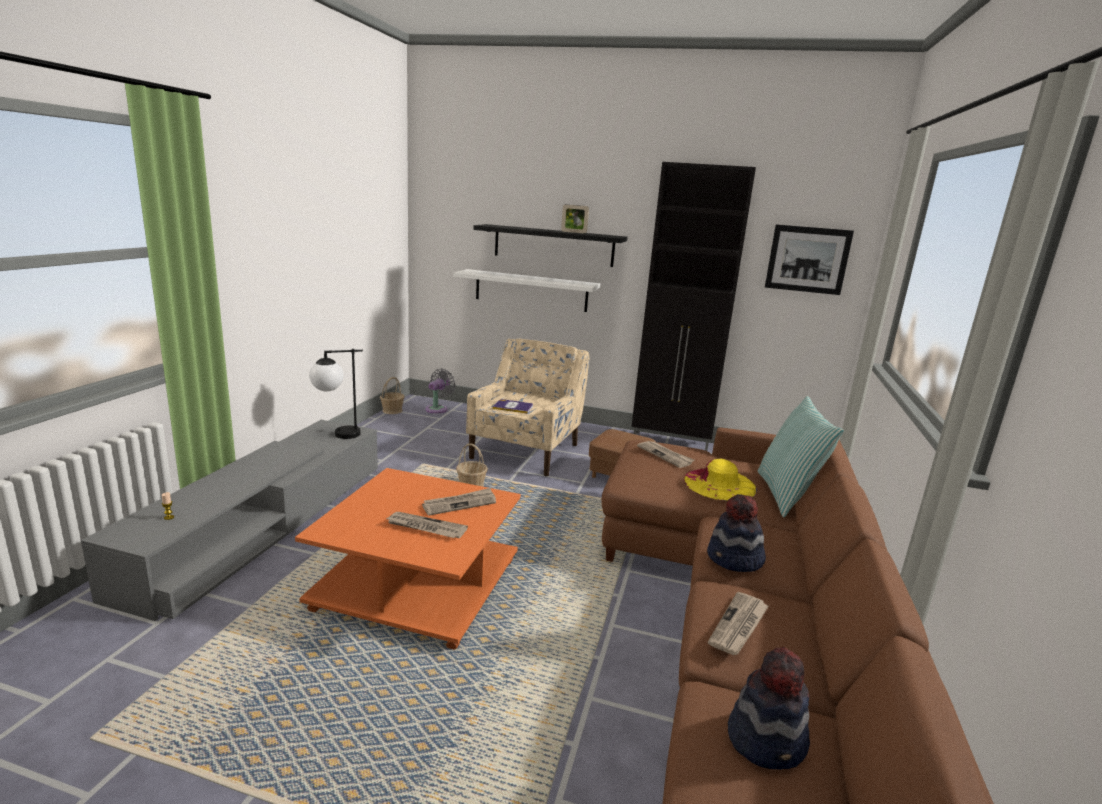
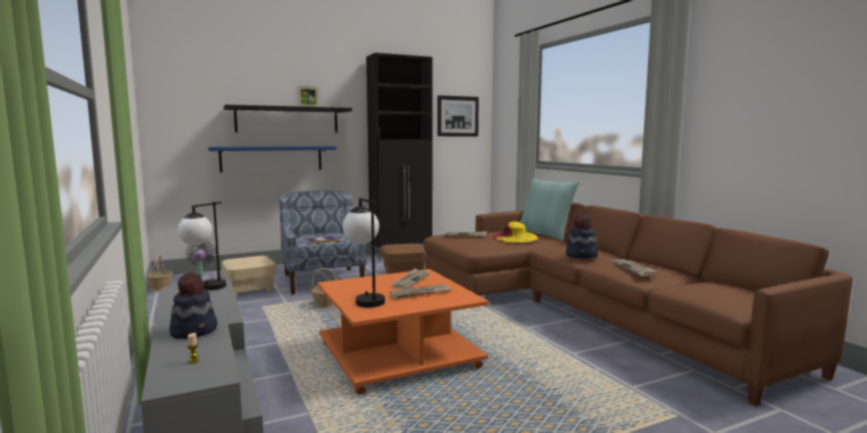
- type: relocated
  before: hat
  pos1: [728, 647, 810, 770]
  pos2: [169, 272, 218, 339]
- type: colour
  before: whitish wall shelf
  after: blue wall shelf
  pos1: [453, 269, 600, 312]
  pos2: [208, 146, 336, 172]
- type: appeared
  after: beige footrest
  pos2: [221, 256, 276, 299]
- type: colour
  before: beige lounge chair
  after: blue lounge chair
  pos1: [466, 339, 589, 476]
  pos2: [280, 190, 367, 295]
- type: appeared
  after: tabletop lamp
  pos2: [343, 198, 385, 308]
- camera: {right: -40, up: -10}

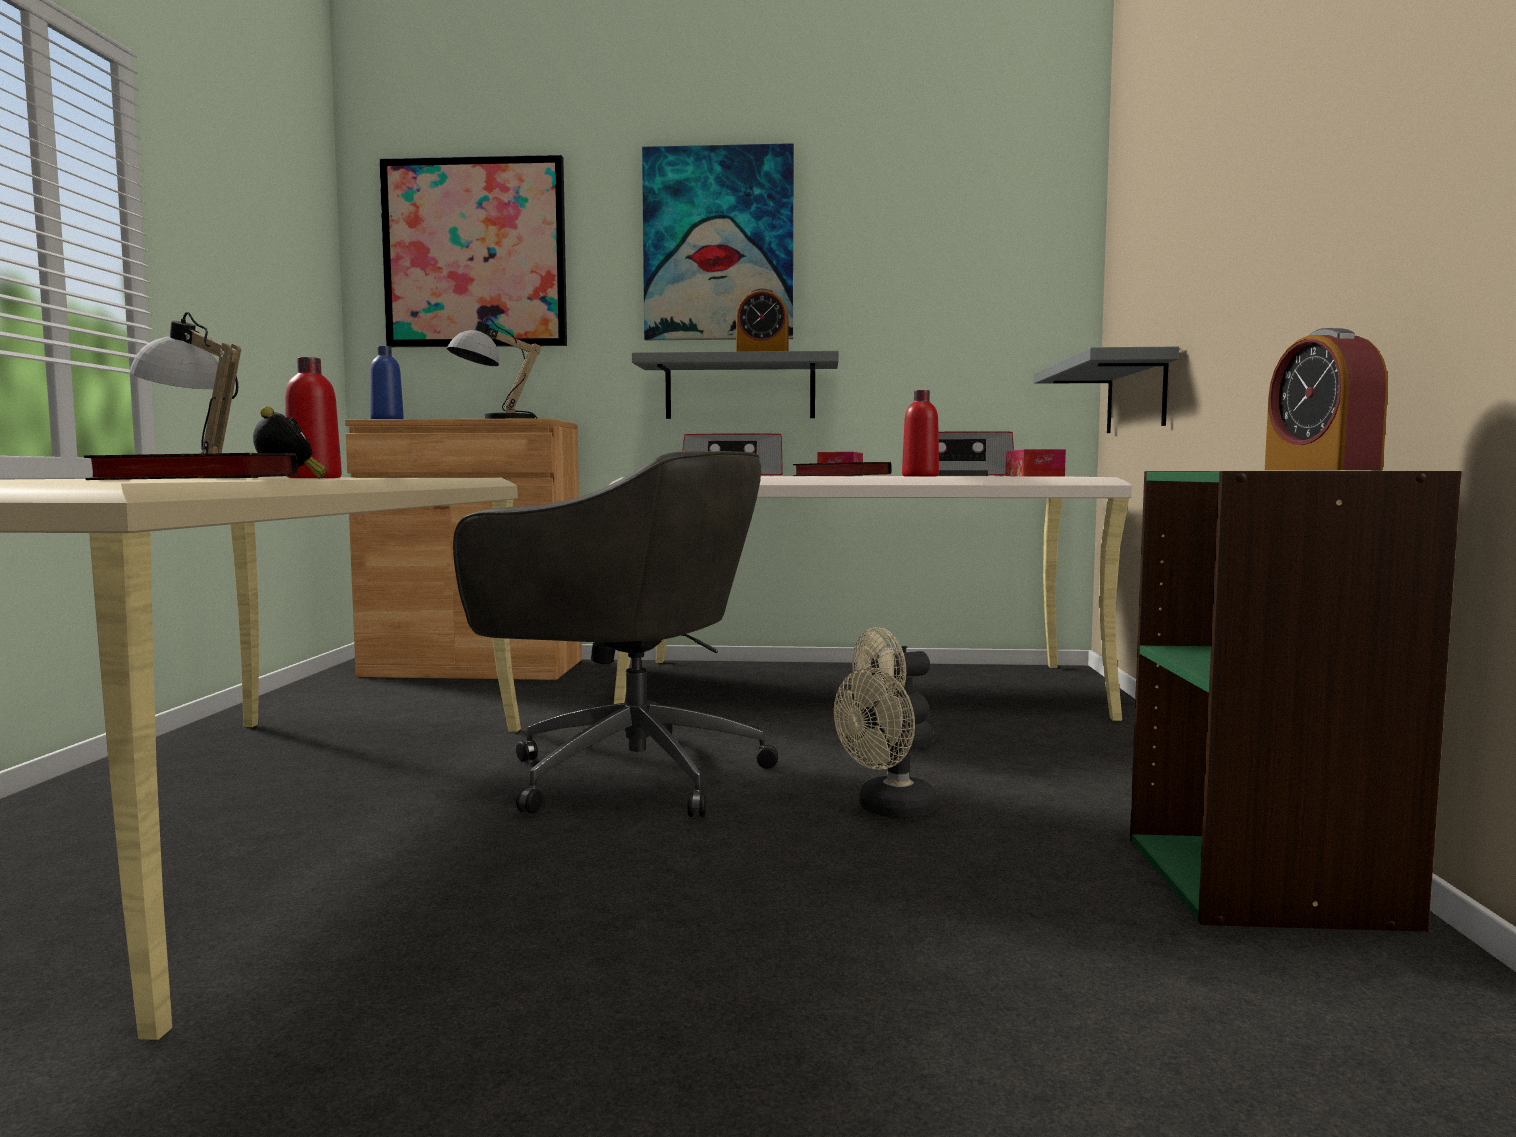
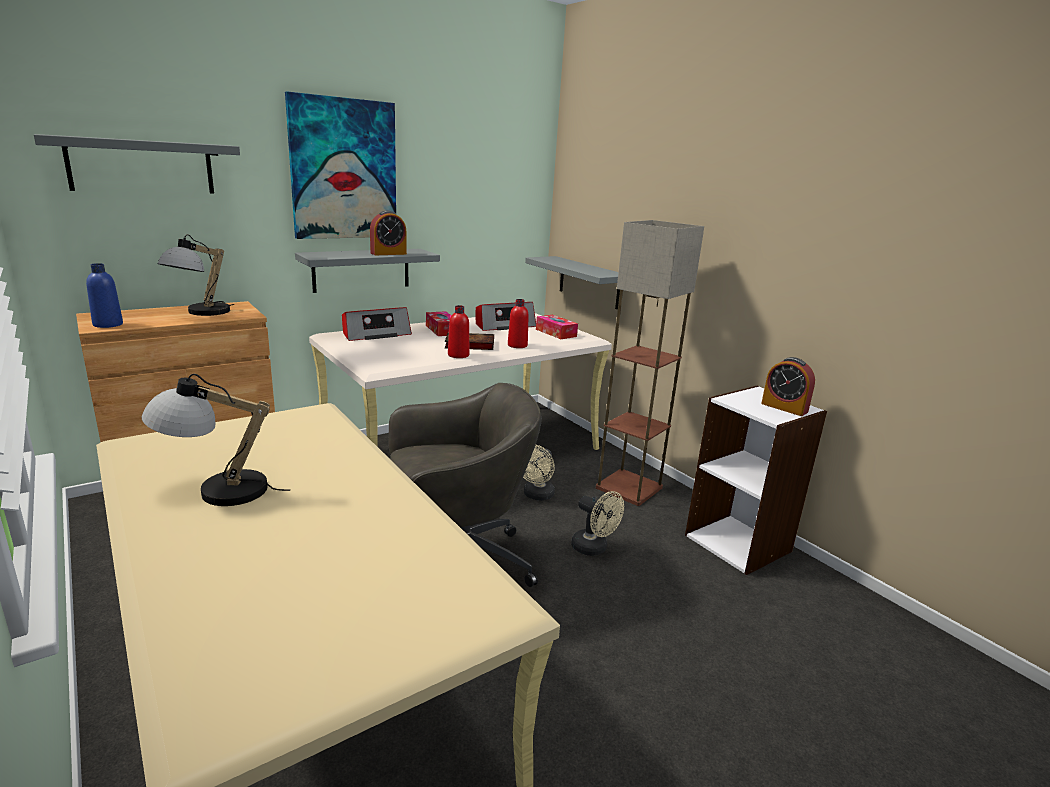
- type: exchanged
  before: picture
  after: gray wall shelf
  pos1: [379, 155, 567, 347]
  pos2: [34, 134, 240, 193]
- type: relocated
  before: red-coloured bottle
  pos1: [285, 357, 342, 478]
  pos2: [448, 305, 469, 358]
- type: spun
  before: beige electric fan
  pos1: [834, 667, 937, 819]
  pos2: [571, 491, 624, 556]
  turn: -60
- type: appeared
  after: standard lamp
  pos2: [596, 220, 704, 506]
- type: colour
  before: green-coloured shelving unit
  after: whitish shelving unit
  pos1: [1130, 471, 1461, 932]
  pos2: [685, 386, 827, 575]
- type: missing
  before: book
  pos1: [83, 453, 298, 480]
- type: missing
  before: table clock
  pos1: [253, 406, 327, 479]
- camera: {right: -40, up: 15}

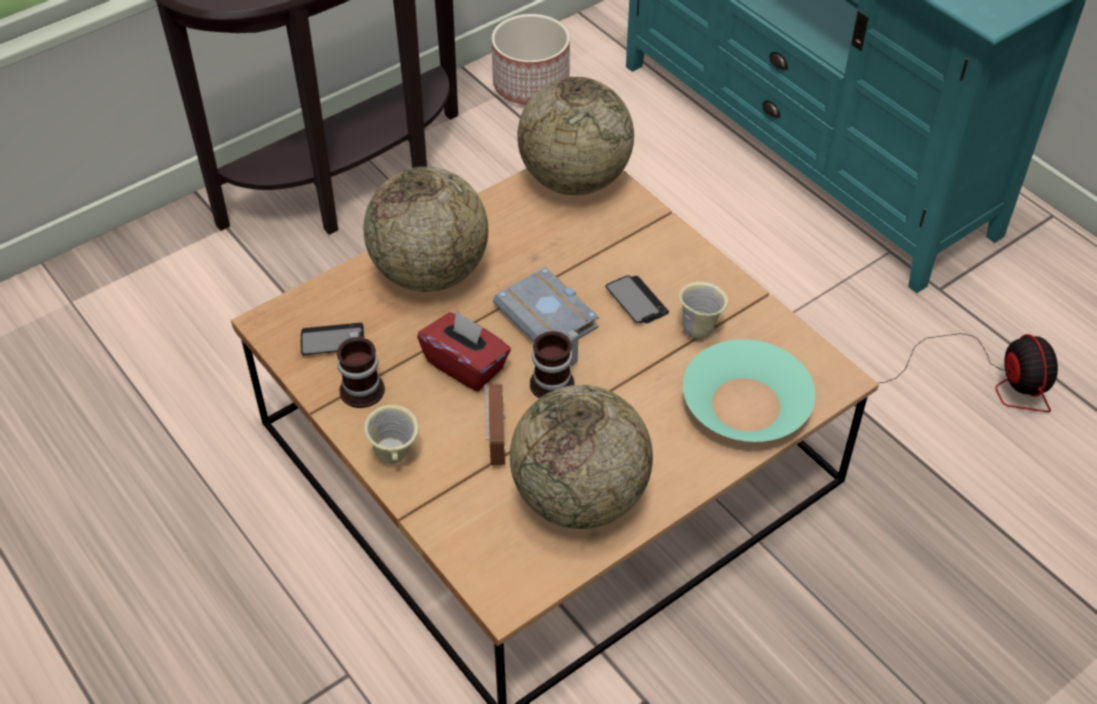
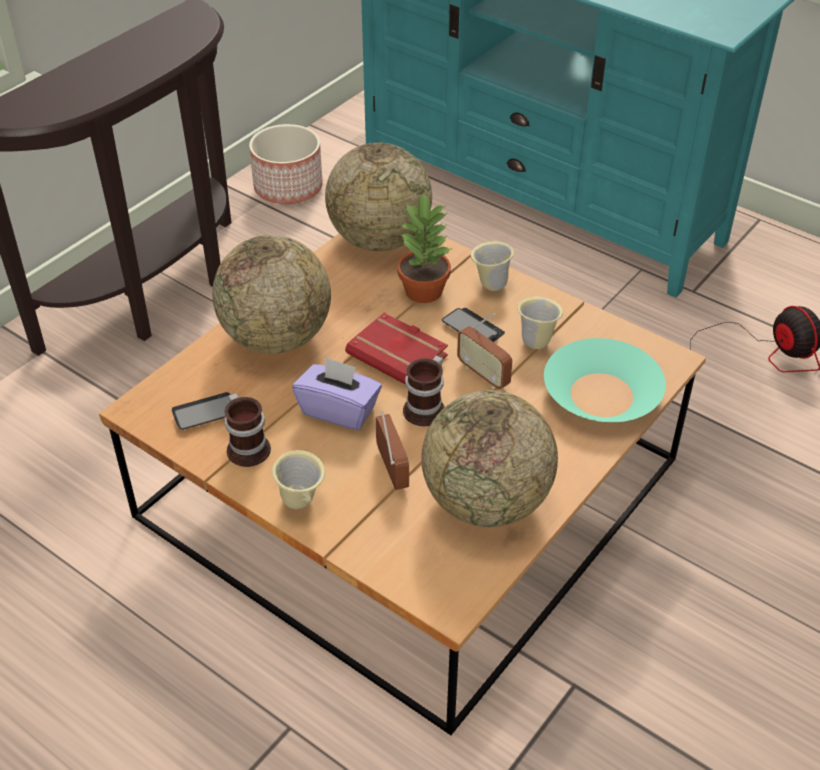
- type: colour
  before: red-coloured tissue box
  after: purple tissue box
  pos1: [417, 310, 511, 392]
  pos2: [293, 357, 382, 430]
- type: colour
  before: gray book
  after: red-coloured book
  pos1: [493, 267, 599, 342]
  pos2: [345, 313, 448, 384]
- type: appeared
  after: houseplant
  pos2: [397, 193, 453, 303]
- type: appeared
  after: radio set
  pos2: [457, 313, 512, 389]
- type: appeared
  after: beige mug
  pos2: [471, 241, 514, 291]
- camera: {right: -15, up: -5}

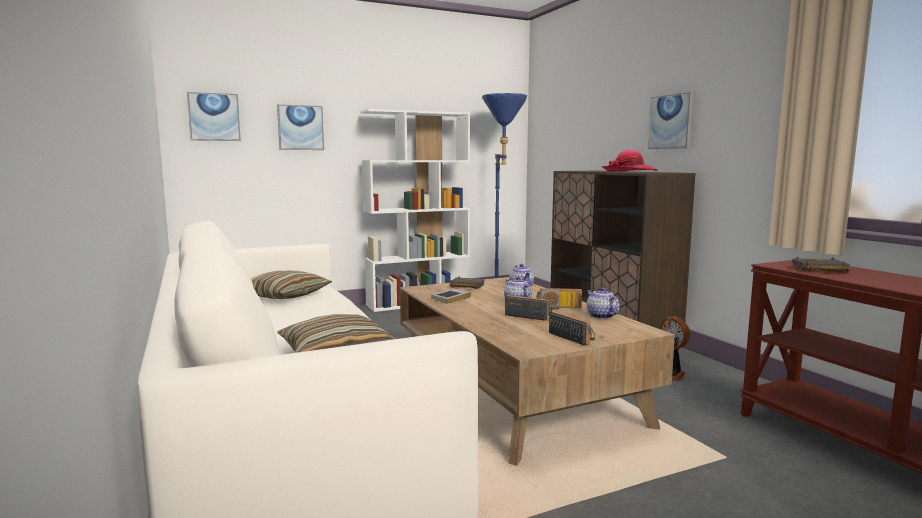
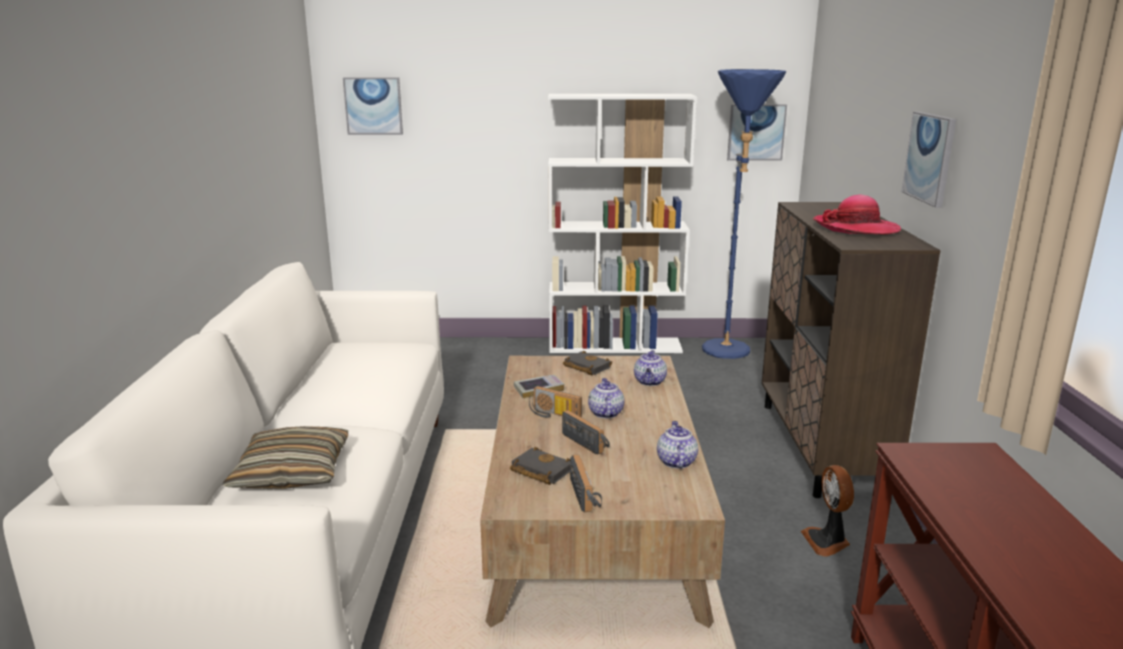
- type: relocated
  before: blackish book
  pos1: [792, 257, 850, 273]
  pos2: [510, 447, 570, 485]
- type: relocated
  before: radio set
  pos1: [537, 288, 582, 310]
  pos2: [529, 386, 582, 418]
- type: relocated
  before: picture
  pos1: [277, 104, 324, 150]
  pos2: [727, 104, 787, 161]
- type: missing
  before: throw pillow
  pos1: [251, 271, 332, 299]
- camera: {right: 25, up: 10}

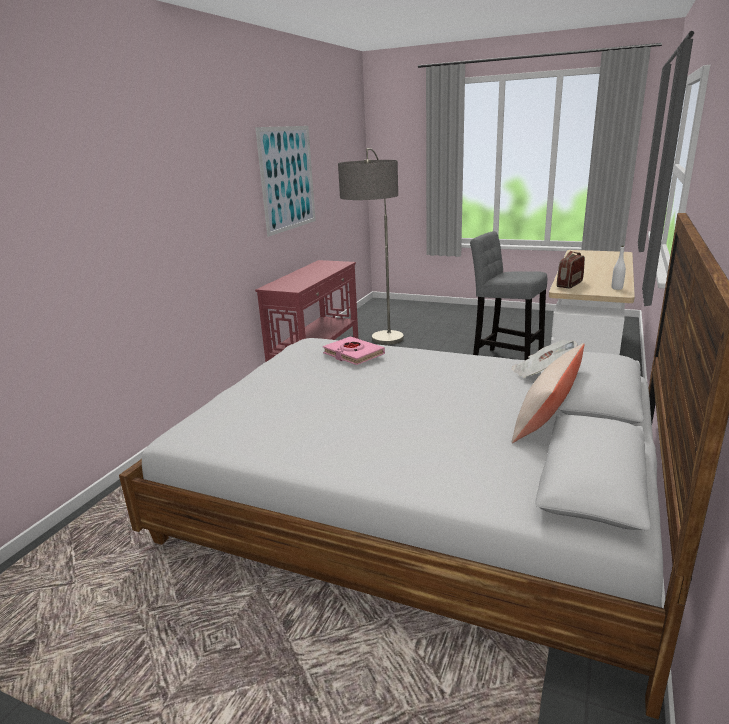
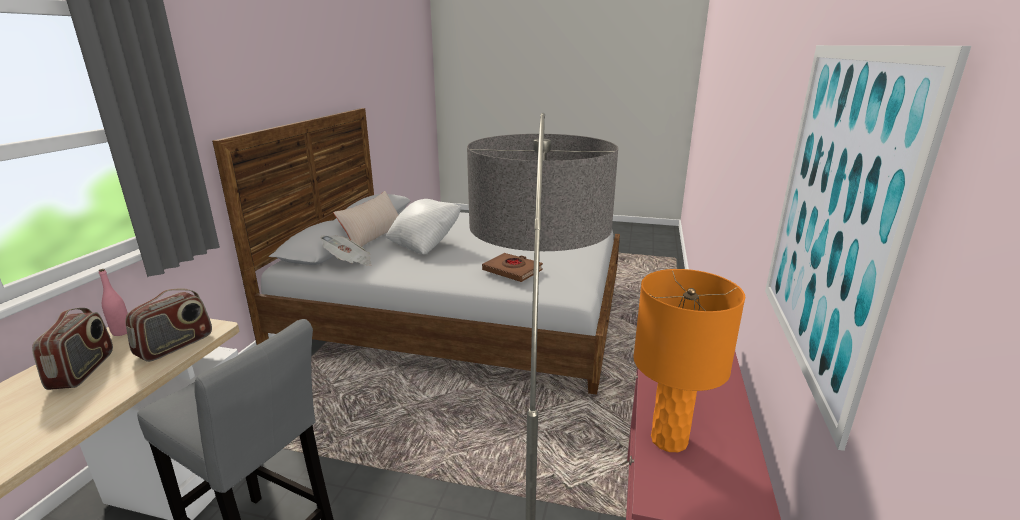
- type: appeared
  after: radio set
  pos2: [32, 308, 113, 390]
- type: colour
  before: whitish bottle
  after: pink bottle
  pos1: [612, 246, 626, 290]
  pos2: [99, 269, 128, 336]
- type: appeared
  after: whitish throw pillow
  pos2: [386, 199, 462, 255]
- type: colour
  before: pink book
  after: brownish book
  pos1: [323, 336, 385, 365]
  pos2: [482, 253, 543, 282]
- type: appeared
  after: orange-coloured tabletop lamp
  pos2: [633, 269, 745, 452]
- camera: {right: 170, up: 0}

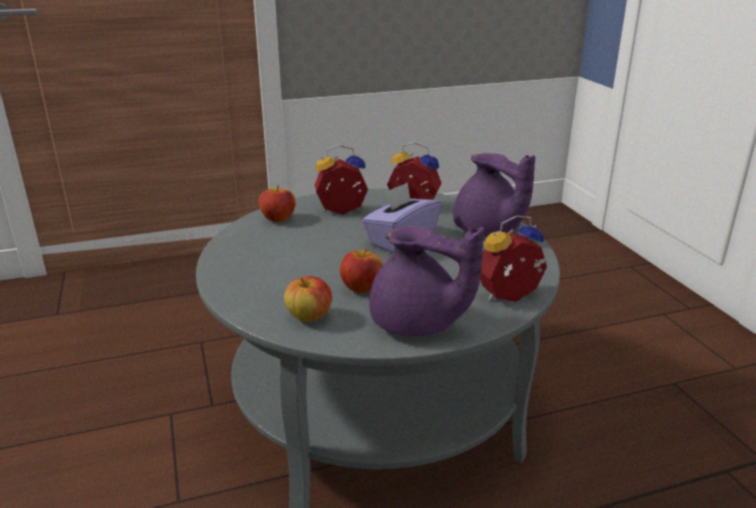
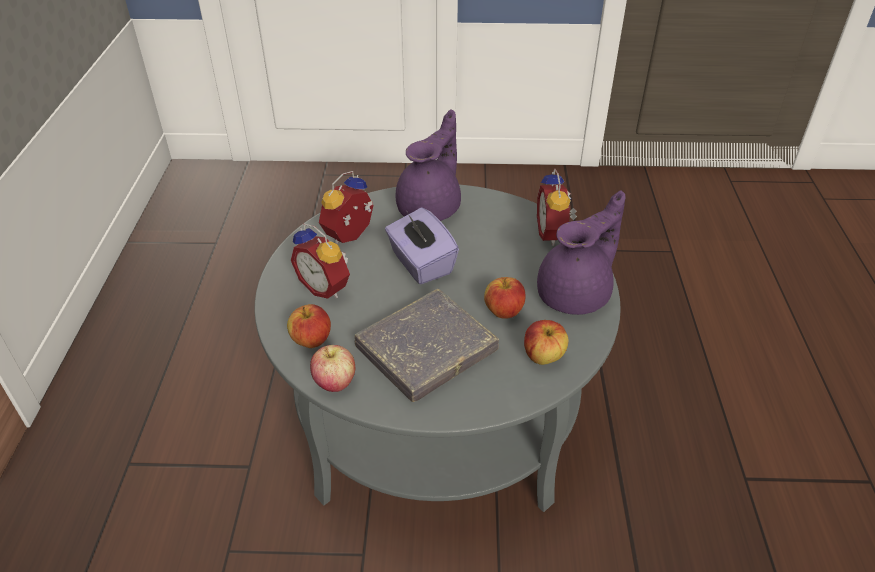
- type: spun
  before: table clock
  pos1: [315, 145, 368, 215]
  pos2: [291, 223, 350, 299]
  turn: -60
- type: appeared
  after: whole apple
  pos2: [310, 345, 355, 392]
- type: appeared
  after: gray book
  pos2: [354, 289, 499, 402]
- type: spun
  before: purple tea pot
  pos1: [453, 153, 535, 236]
  pos2: [395, 109, 461, 221]
  turn: -45
- camera: {right: -70, up: 15}

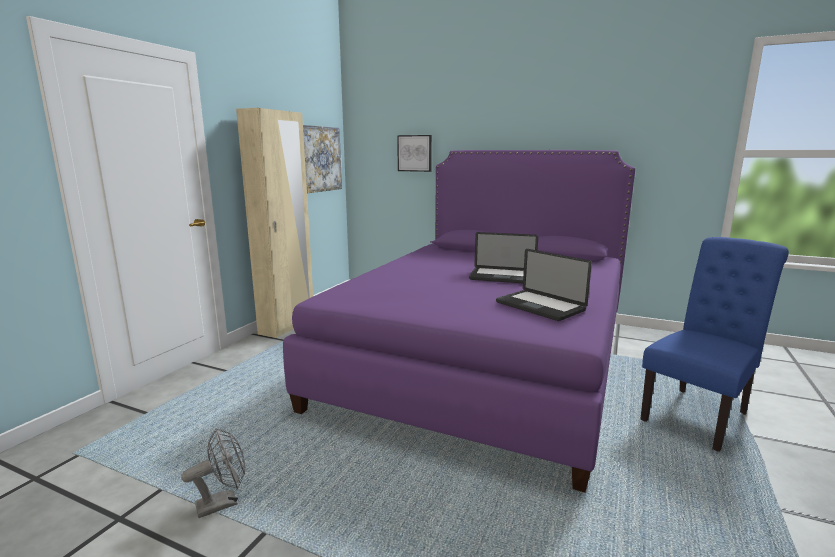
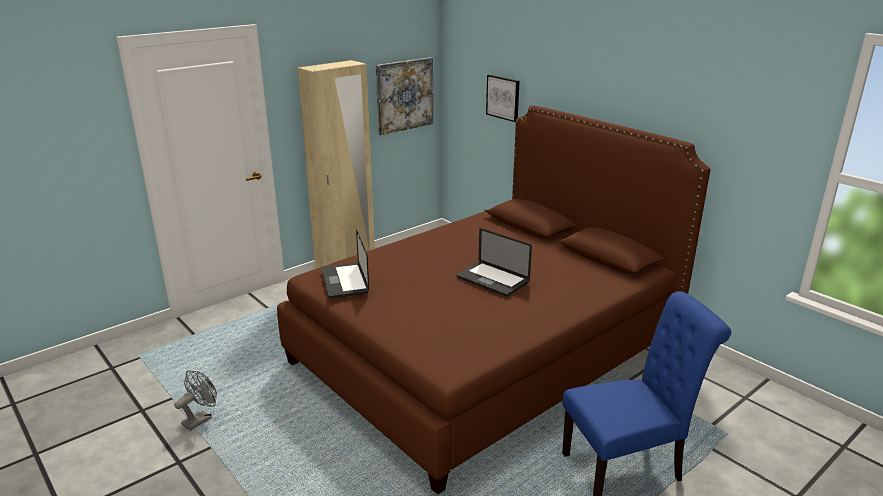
- type: spun
  before: gray electric fan
  pos1: [181, 428, 245, 518]
  pos2: [174, 370, 217, 431]
  turn: -45
- type: colour
  before: purple bedroom bed
  after: brownish bedroom bed
  pos1: [283, 150, 635, 492]
  pos2: [277, 105, 710, 495]
- type: relocated
  before: notebook computer
  pos1: [496, 249, 592, 321]
  pos2: [321, 229, 369, 298]
- camera: {right: 25, up: 10}

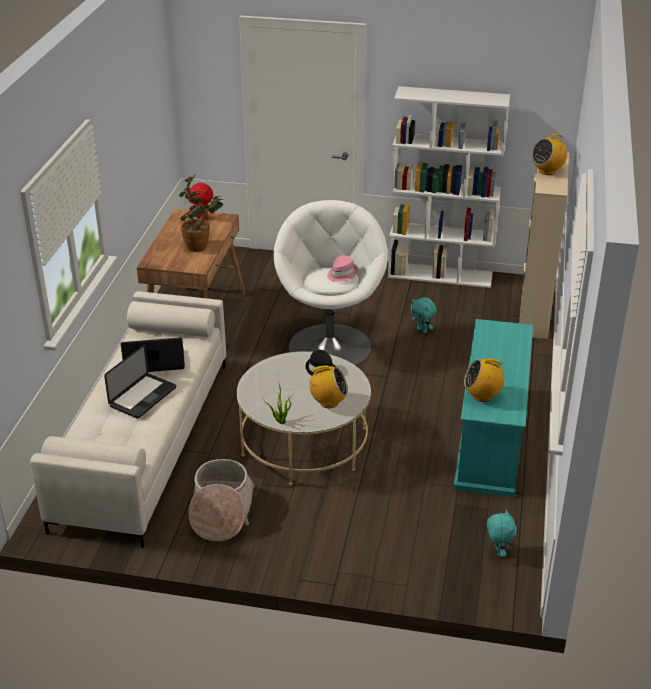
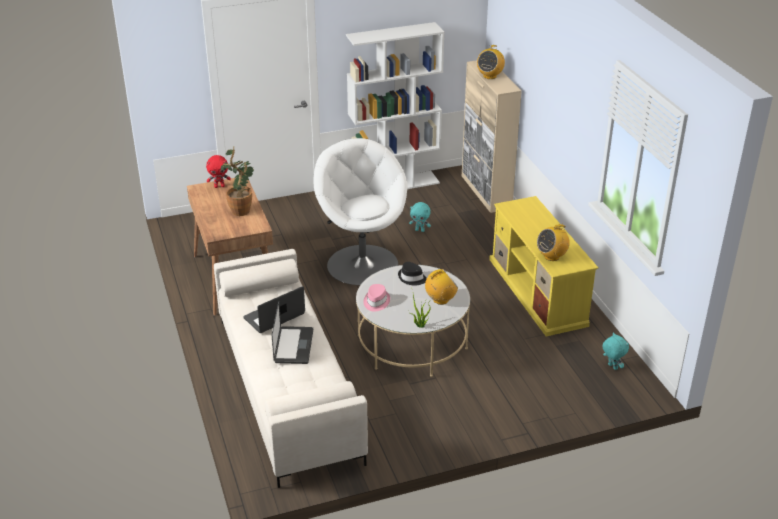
- type: relocated
  before: pink hat
  pos1: [327, 255, 357, 282]
  pos2: [364, 284, 390, 311]
- type: colour
  before: turquoise tv unit
  after: yellow tv unit
  pos1: [453, 319, 533, 497]
  pos2: [489, 196, 598, 336]
- type: missing
  before: household basket
  pos1: [189, 459, 255, 541]
- camera: {right: -30, up: 0}

